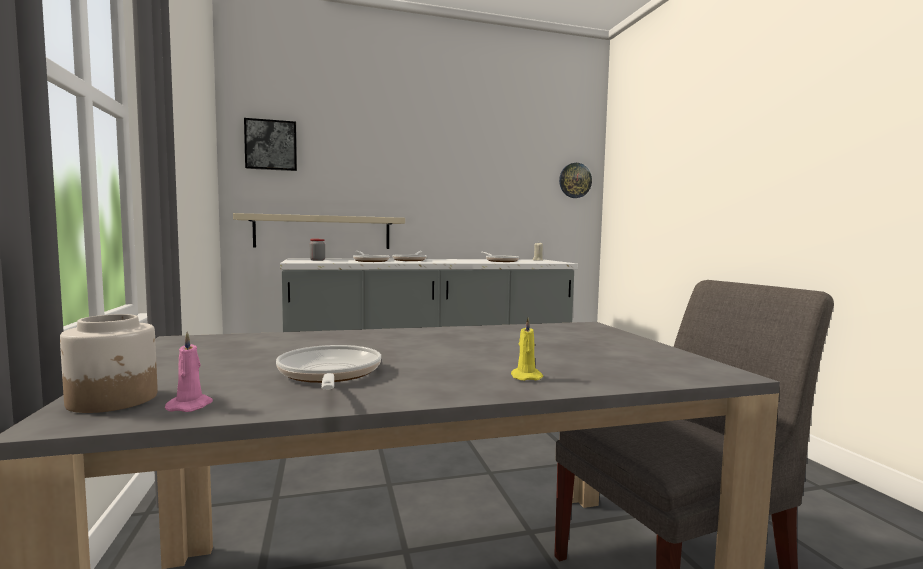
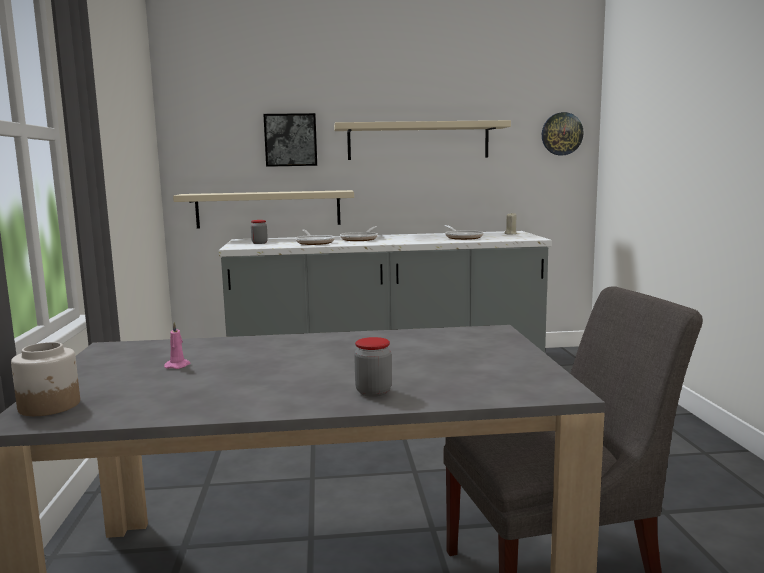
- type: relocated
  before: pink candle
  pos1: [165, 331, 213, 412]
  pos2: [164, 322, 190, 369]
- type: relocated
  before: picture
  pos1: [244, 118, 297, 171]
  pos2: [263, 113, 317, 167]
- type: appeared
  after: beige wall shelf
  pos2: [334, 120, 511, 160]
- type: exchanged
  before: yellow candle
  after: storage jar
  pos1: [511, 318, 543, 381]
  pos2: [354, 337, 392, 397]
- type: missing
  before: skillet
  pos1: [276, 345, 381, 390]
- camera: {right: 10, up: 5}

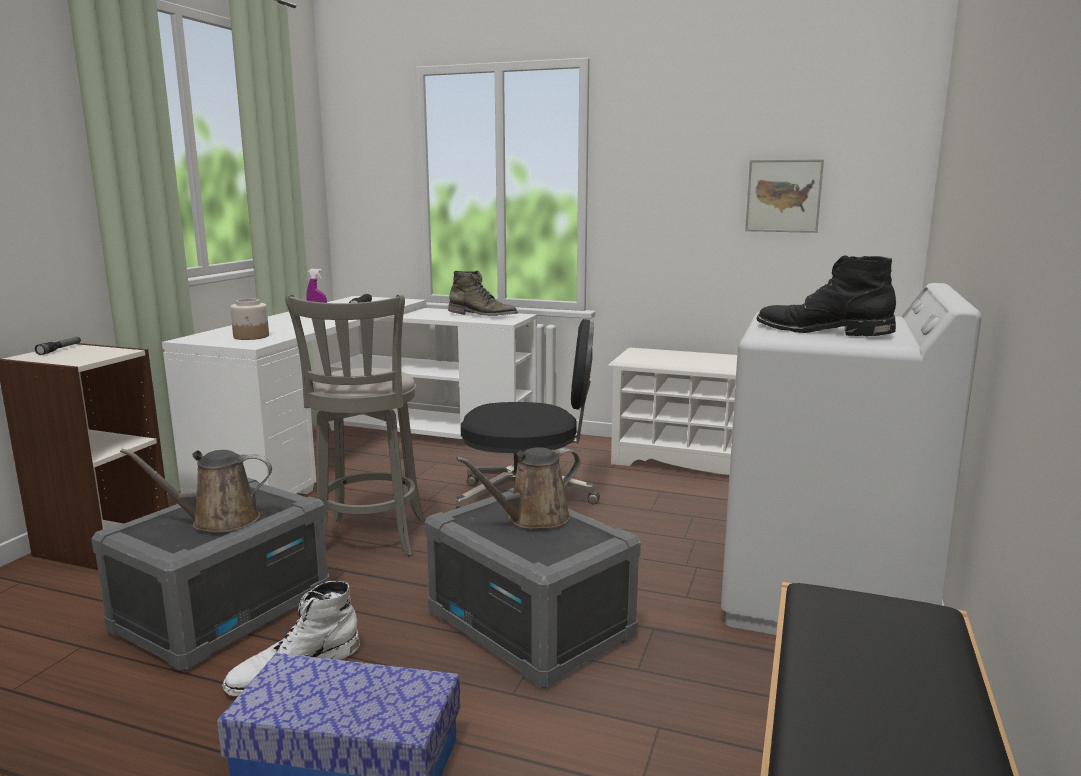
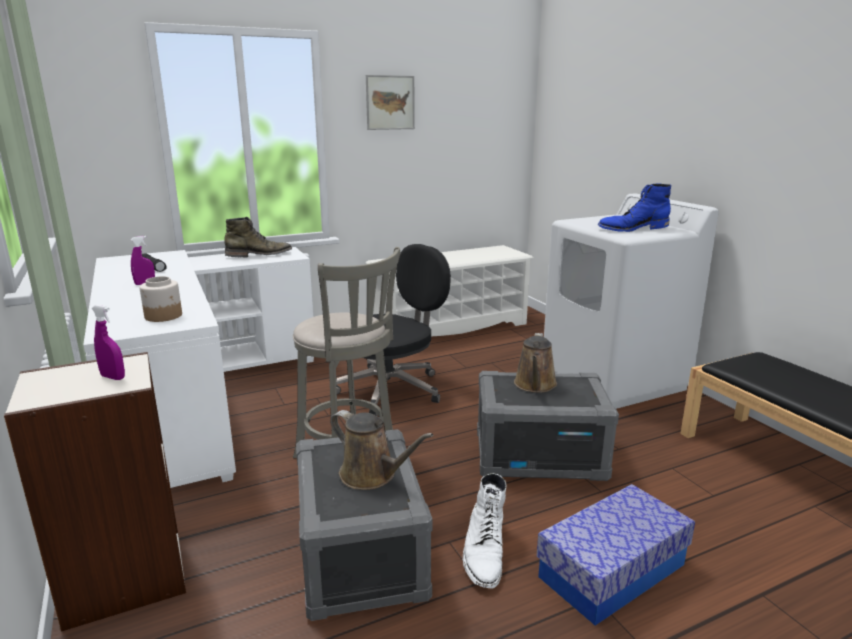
- type: appeared
  after: purple sprayer
  pos2: [91, 305, 125, 380]
- type: spun
  before: brownish watering pot
  pos1: [120, 449, 272, 533]
  pos2: [330, 410, 433, 490]
  turn: -90
- type: relocated
  before: picture
  pos1: [745, 159, 824, 233]
  pos2: [366, 75, 415, 130]
- type: colour
  before: blackish tall boot
  after: blue tall boot
  pos1: [757, 255, 896, 337]
  pos2: [597, 183, 671, 232]
- type: missing
  before: torch
  pos1: [35, 337, 81, 355]
- camera: {right: -45, up: 5}

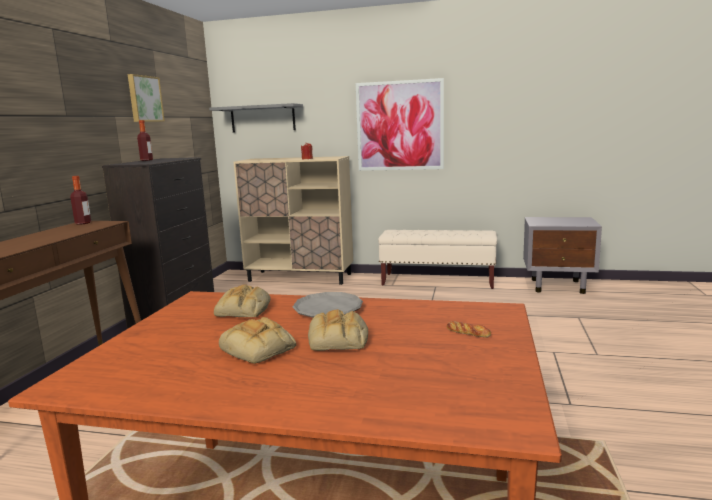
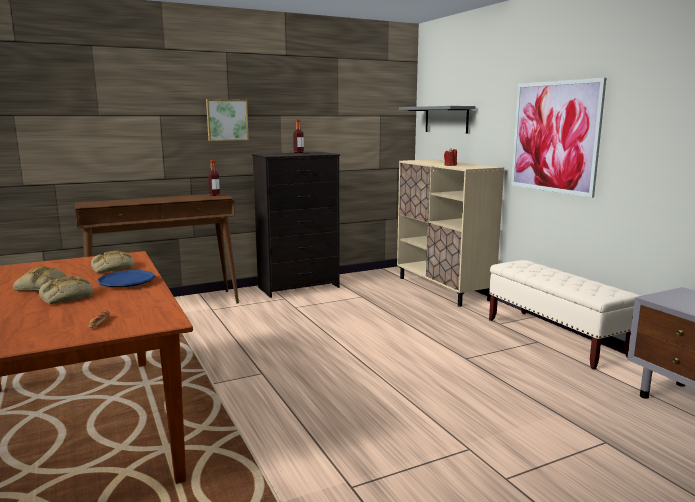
- type: colour
  before: gray flat dish
  after: blue flat dish
  pos1: [293, 292, 363, 318]
  pos2: [97, 270, 155, 287]
- type: relocated
  before: picture
  pos1: [128, 74, 165, 122]
  pos2: [206, 99, 249, 141]
- camera: {right: 50, up: 0}

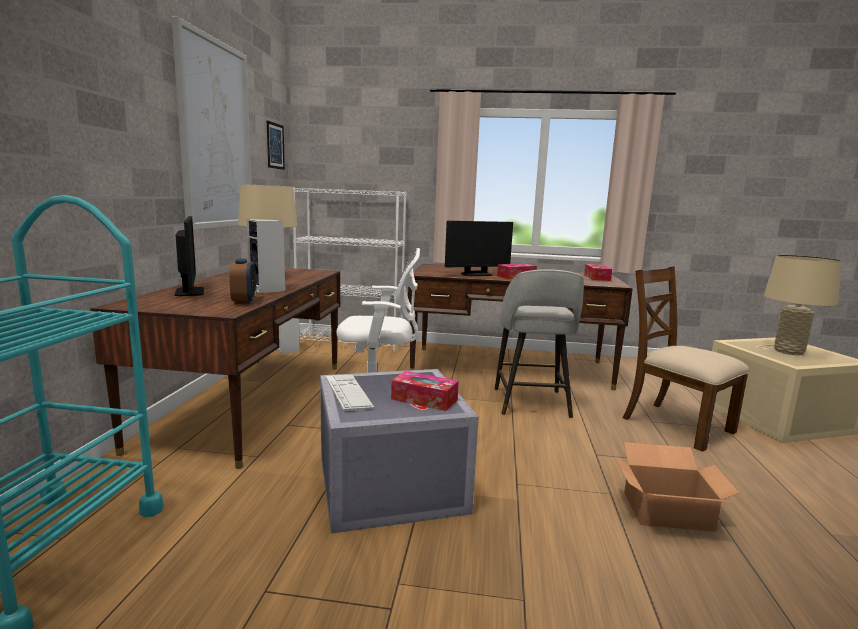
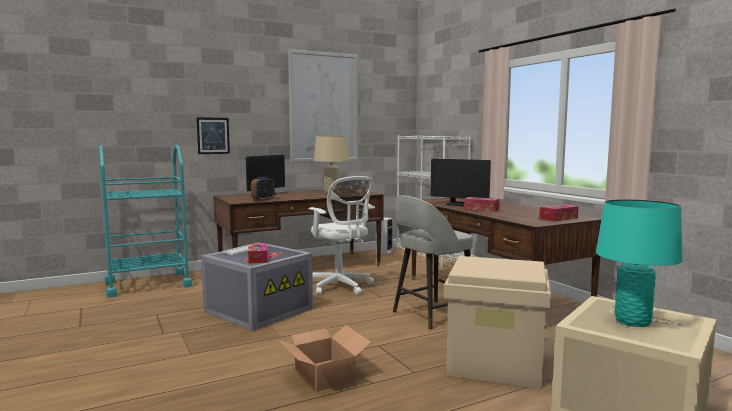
- type: relocated
  before: picture
  pos1: [267, 120, 285, 170]
  pos2: [196, 117, 230, 154]
- type: exchanged
  before: brownish upright chair
  after: beige storage box
  pos1: [623, 266, 750, 452]
  pos2: [444, 256, 551, 389]
- type: colour
  before: beige tabletop lamp
  after: turquoise tabletop lamp
  pos1: [764, 255, 842, 355]
  pos2: [596, 199, 683, 327]
- type: missing
  before: loudspeaker
  pos1: [246, 219, 285, 293]
- camera: {right: 55, up: -5}

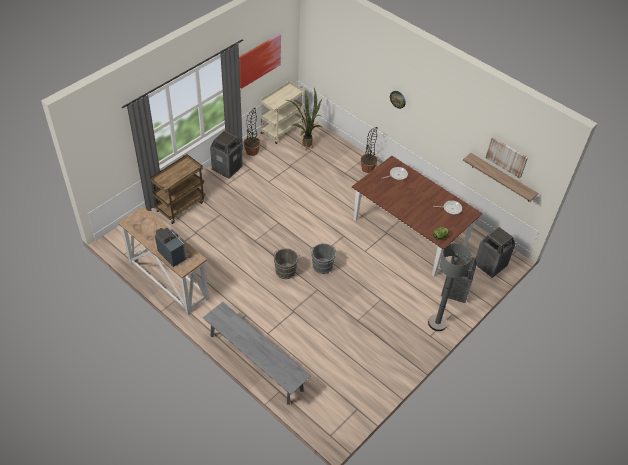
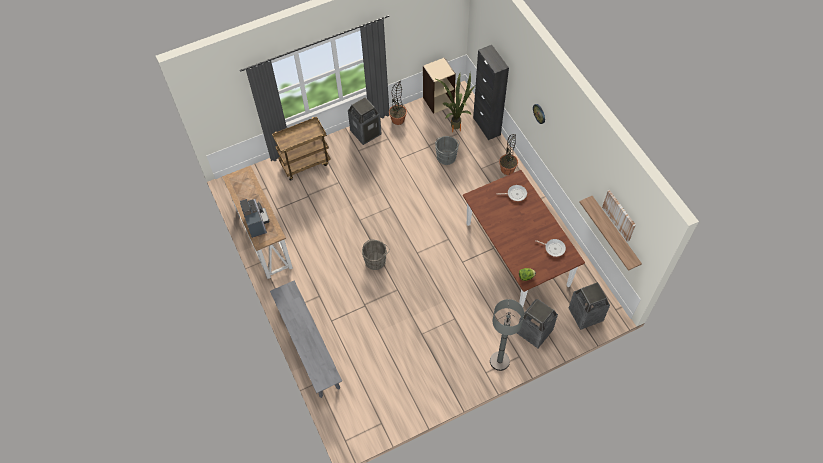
- type: exchanged
  before: beige cart
  after: beige shelving unit
  pos1: [259, 81, 305, 144]
  pos2: [423, 57, 456, 114]
- type: relocated
  before: gray bucket
  pos1: [310, 243, 336, 274]
  pos2: [435, 136, 460, 165]
- type: appeared
  after: blackish cupboard
  pos2: [473, 45, 509, 140]
- type: missing
  before: picture
  pos1: [239, 34, 281, 89]
- camera: {right: 25, up: 10}

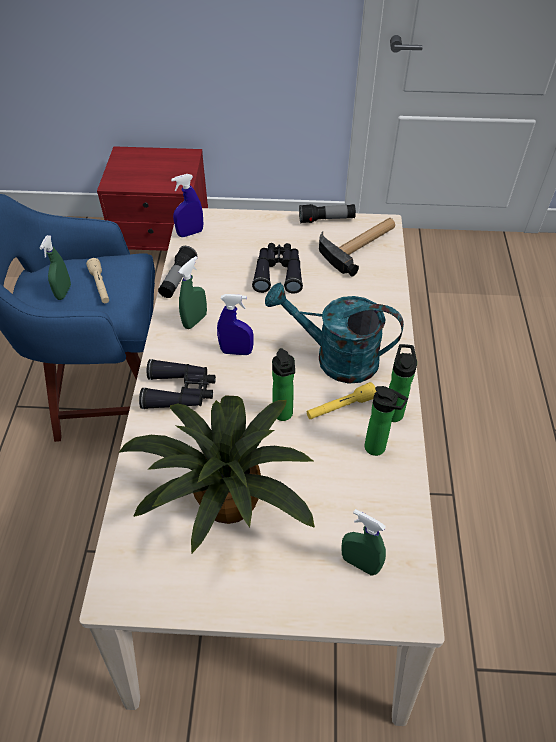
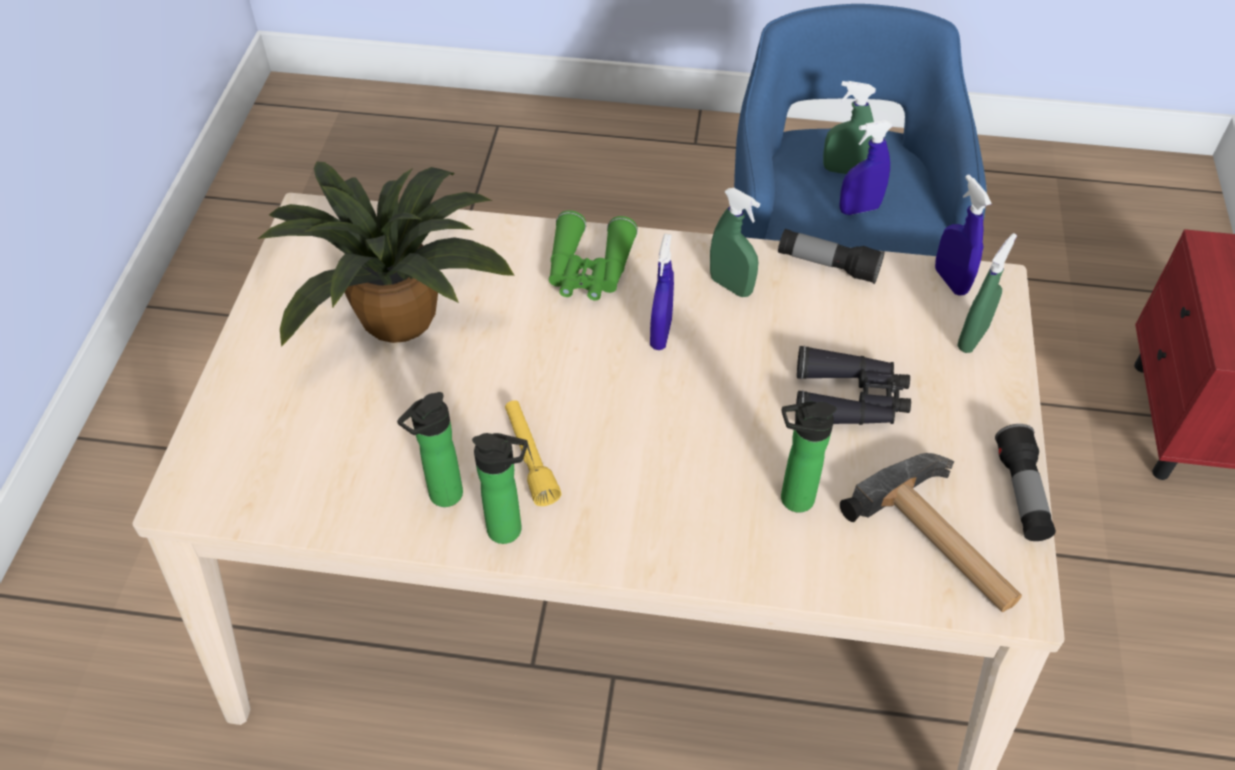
- type: colour
  before: blackish binoculars
  after: green-coloured binoculars
  pos1: [139, 359, 216, 409]
  pos2: [549, 210, 638, 300]
- type: relocated
  before: bottle
  pos1: [272, 348, 295, 421]
  pos2: [781, 402, 837, 513]
- type: exchanged
  before: beige torch
  after: blue sprayer
  pos1: [86, 258, 109, 303]
  pos2: [839, 120, 893, 215]
- type: relocated
  before: green-coloured sprayer
  pos1: [342, 509, 386, 575]
  pos2: [957, 233, 1017, 353]
- type: missing
  before: turquoise watering pot
  pos1: [265, 283, 404, 384]
- camera: {right: 95, up: 0}

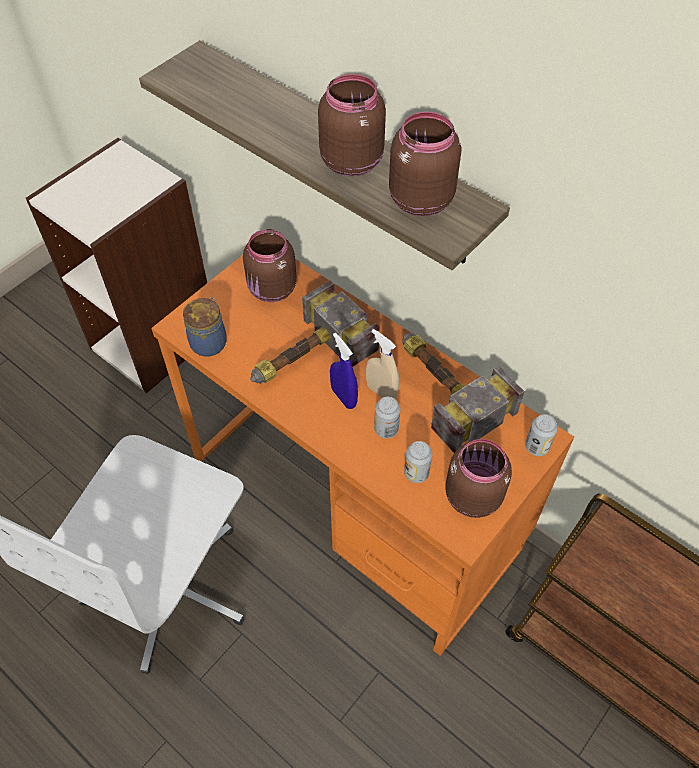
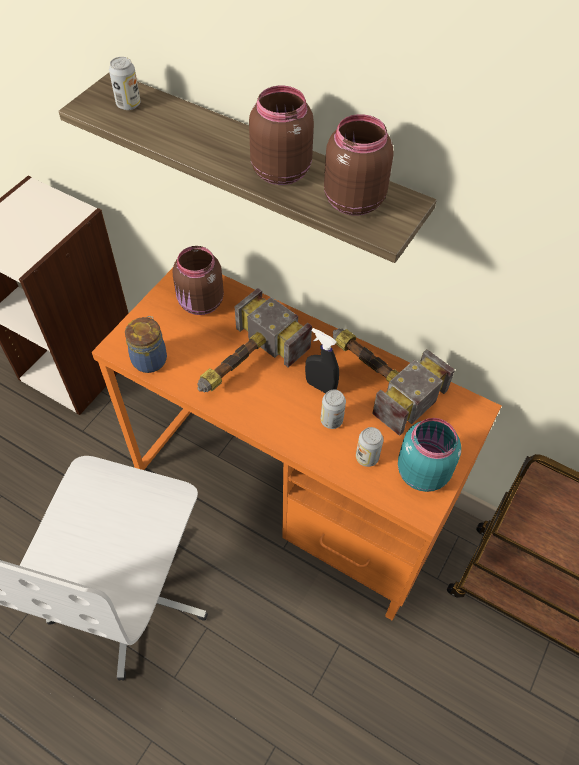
- type: relocated
  before: can
  pos1: [525, 414, 558, 456]
  pos2: [109, 57, 140, 110]
- type: colour
  before: beige sprayer
  after: blackish sprayer
  pos1: [366, 329, 399, 399]
  pos2: [305, 328, 339, 393]
- type: colour
  before: brownish storage jar
  after: turquoise storage jar
  pos1: [446, 439, 512, 518]
  pos2: [398, 418, 461, 492]
- type: missing
  before: blue sprayer
  pos1: [330, 333, 358, 409]
- camera: {right: -10, up: 0}

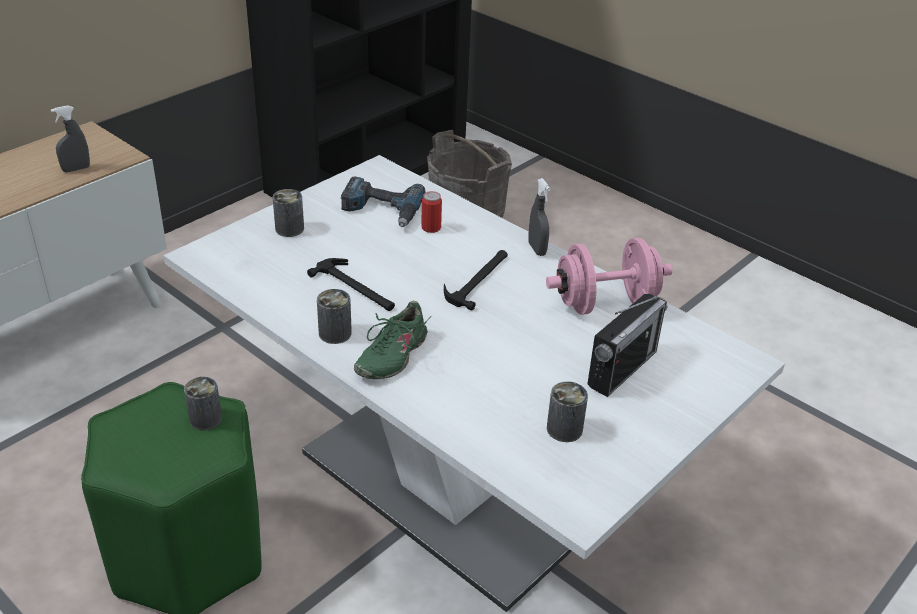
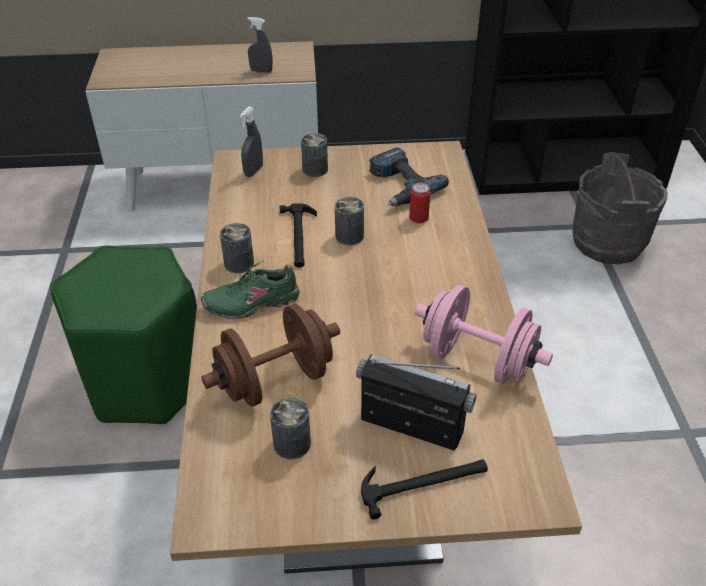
- type: colour
  before: whitish kitchen table
  after: brownish kitchen table
  pos1: [164, 155, 785, 612]
  pos2: [170, 141, 582, 574]
- type: appeared
  after: brownish dumbbell
  pos2: [201, 304, 340, 407]
- type: relocated
  before: gray sprayer
  pos1: [528, 178, 550, 256]
  pos2: [240, 106, 263, 177]
- type: relocated
  before: can
  pos1: [184, 377, 222, 431]
  pos2: [335, 197, 364, 245]
- type: spun
  before: radio set
  pos1: [587, 294, 668, 397]
  pos2: [356, 354, 477, 450]
  turn: -150
- type: relocated
  before: hand hammer
  pos1: [444, 250, 508, 311]
  pos2: [361, 460, 488, 520]
- camera: {right: 45, up: 5}

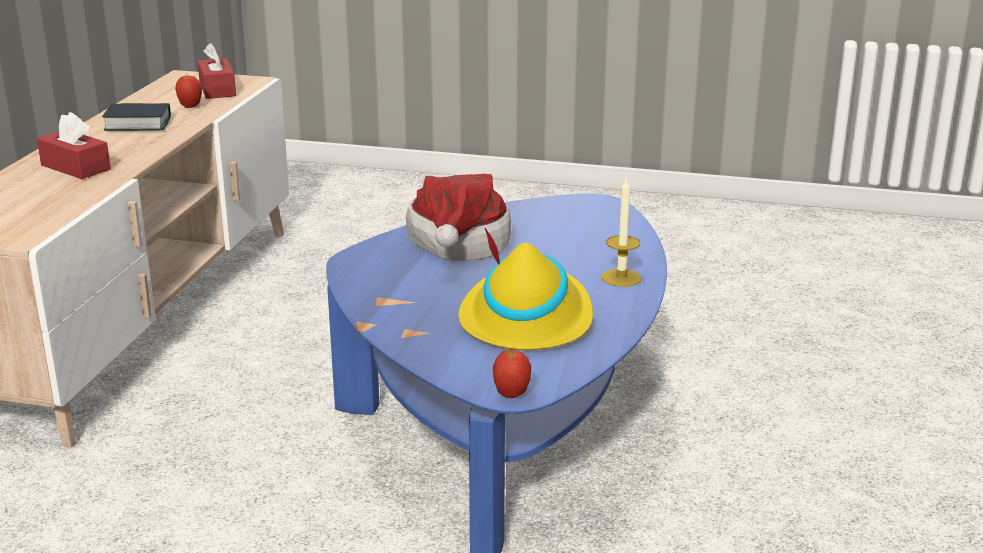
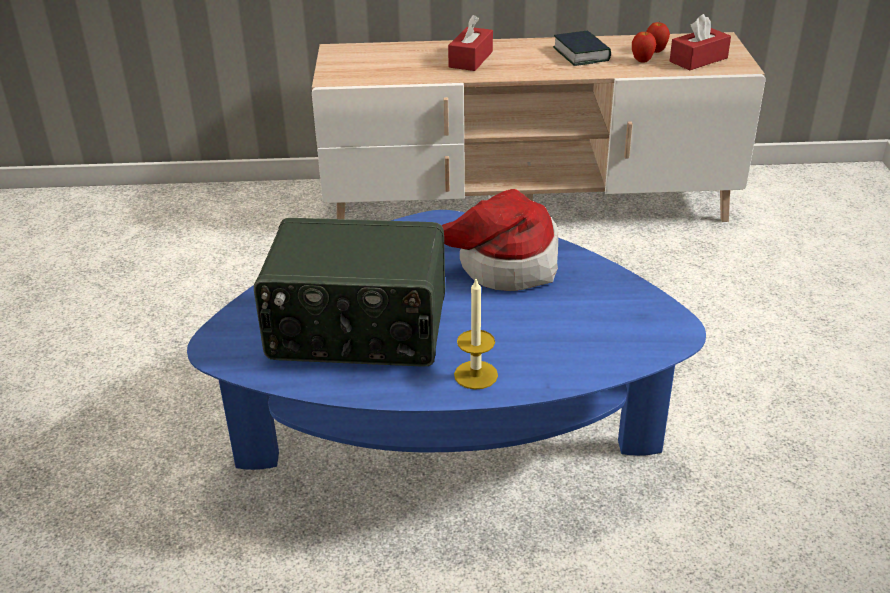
- type: exchanged
  before: yellow hat
  after: radio set
  pos1: [458, 227, 593, 350]
  pos2: [254, 218, 445, 367]
- type: relocated
  before: whole apple
  pos1: [493, 349, 531, 398]
  pos2: [646, 22, 670, 53]
- camera: {right: 75, up: 10}

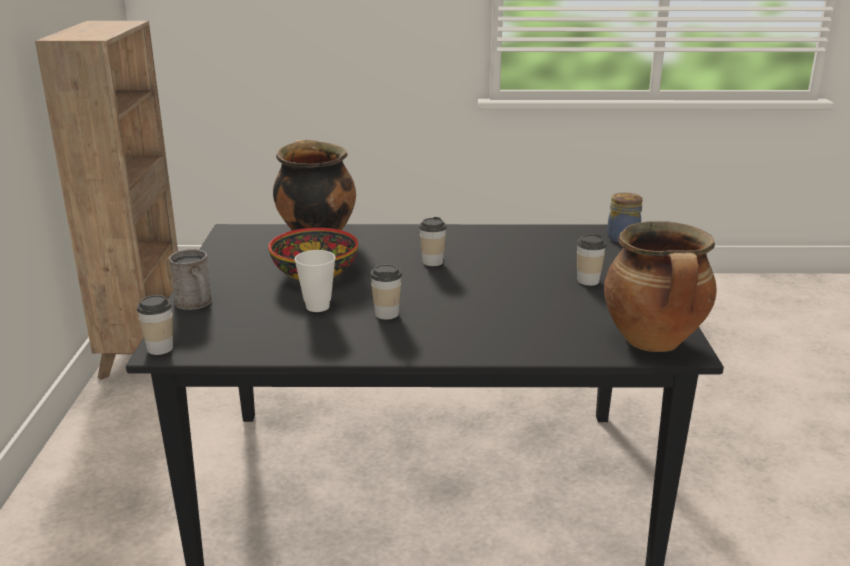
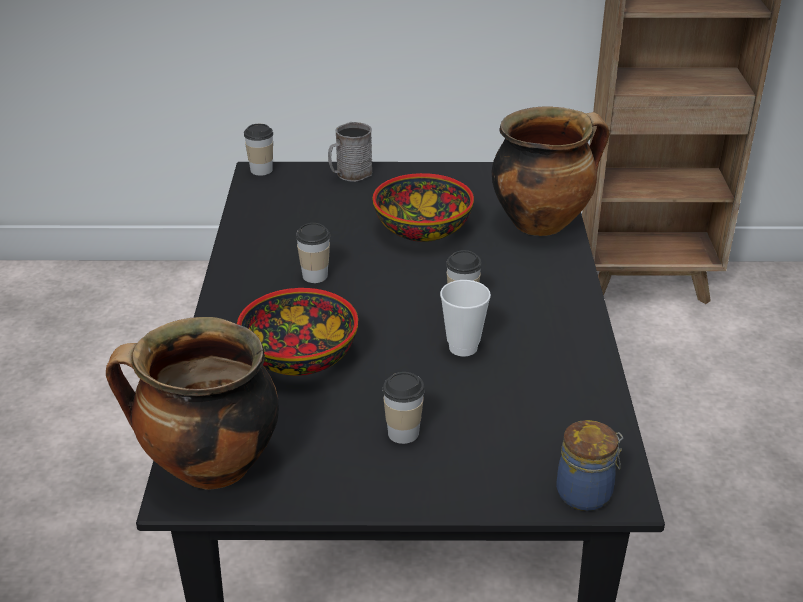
- type: appeared
  after: deep dish
  pos2: [237, 288, 358, 376]
- type: relocated
  before: small cup
  pos1: [294, 250, 336, 312]
  pos2: [440, 280, 491, 356]
- camera: {right: 90, up: 10}

